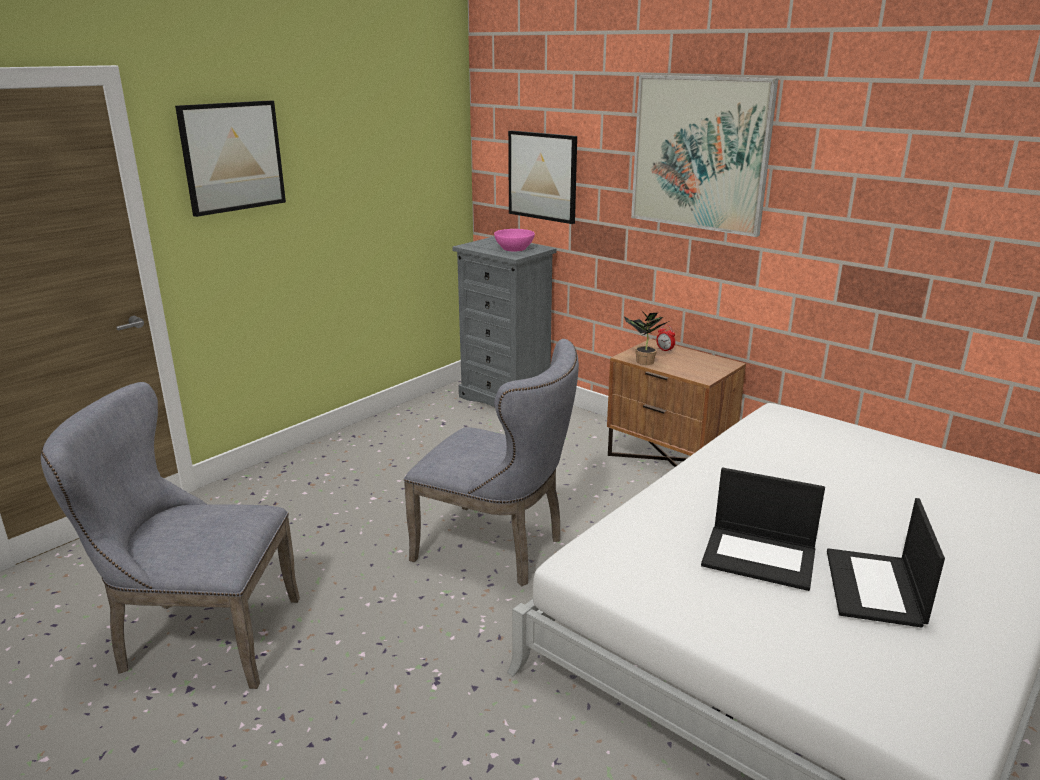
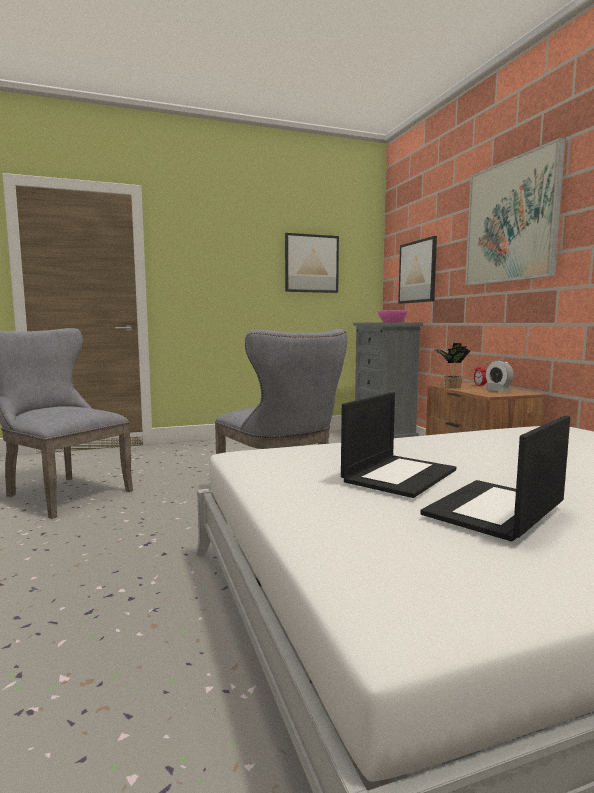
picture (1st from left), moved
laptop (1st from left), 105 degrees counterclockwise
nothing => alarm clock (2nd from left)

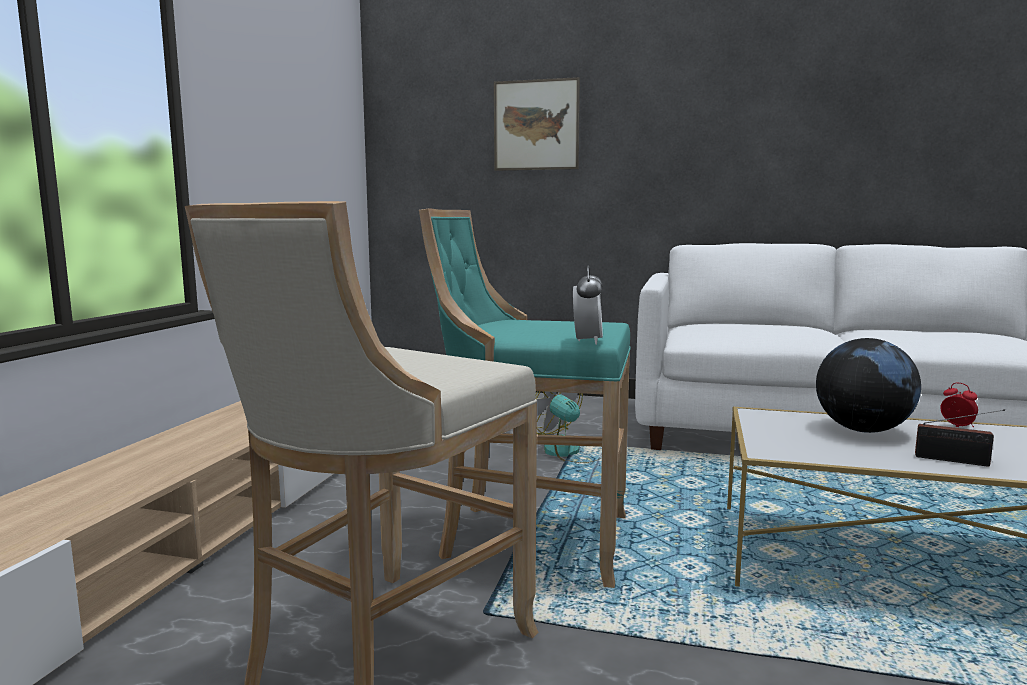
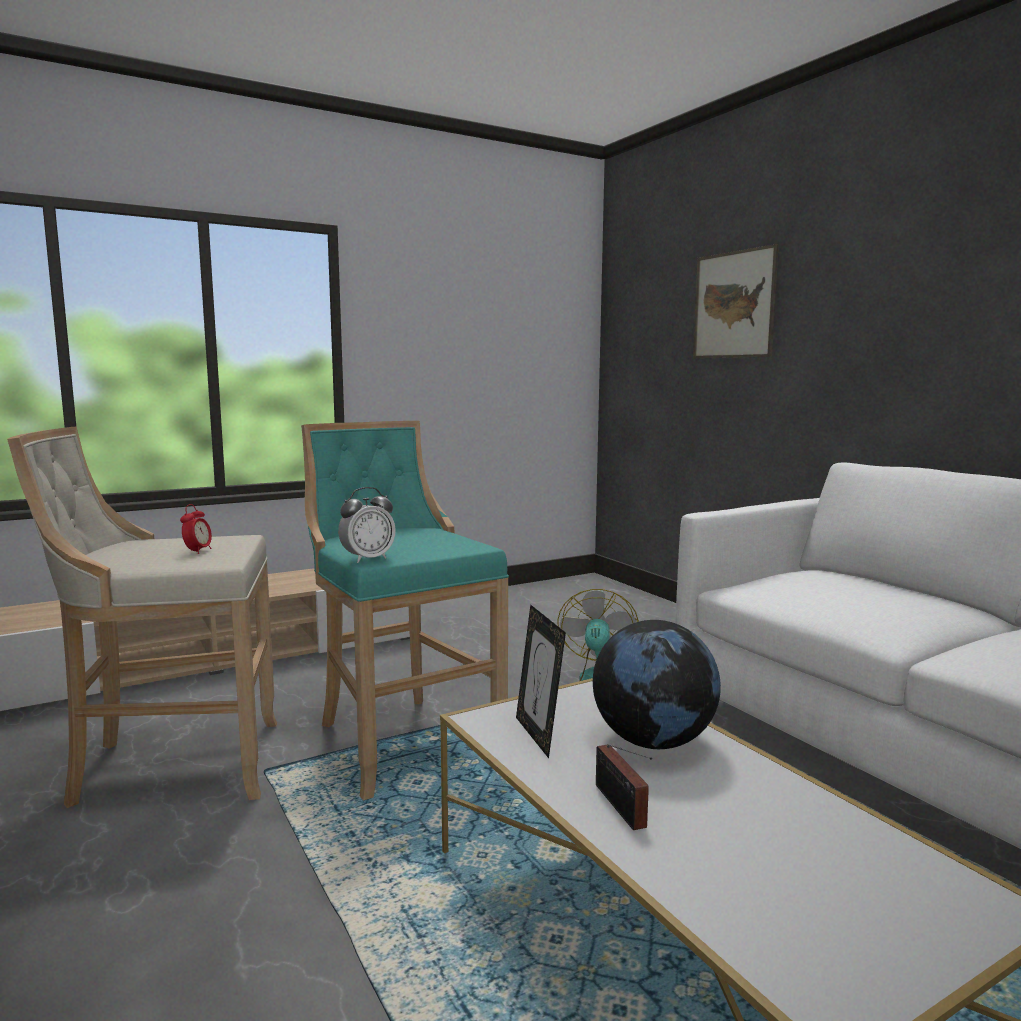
alarm clock (2nd from left in the first image) => alarm clock (1st from left), moved
nothing => picture frame

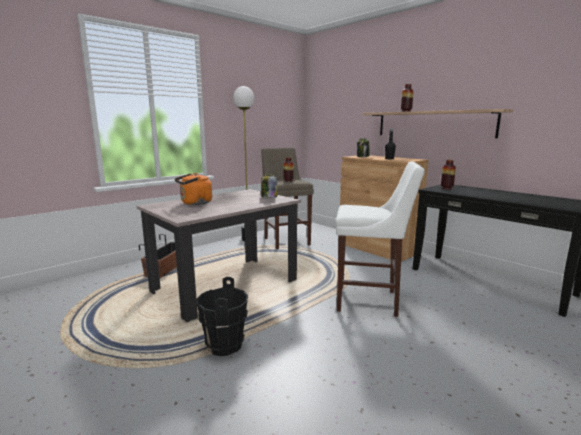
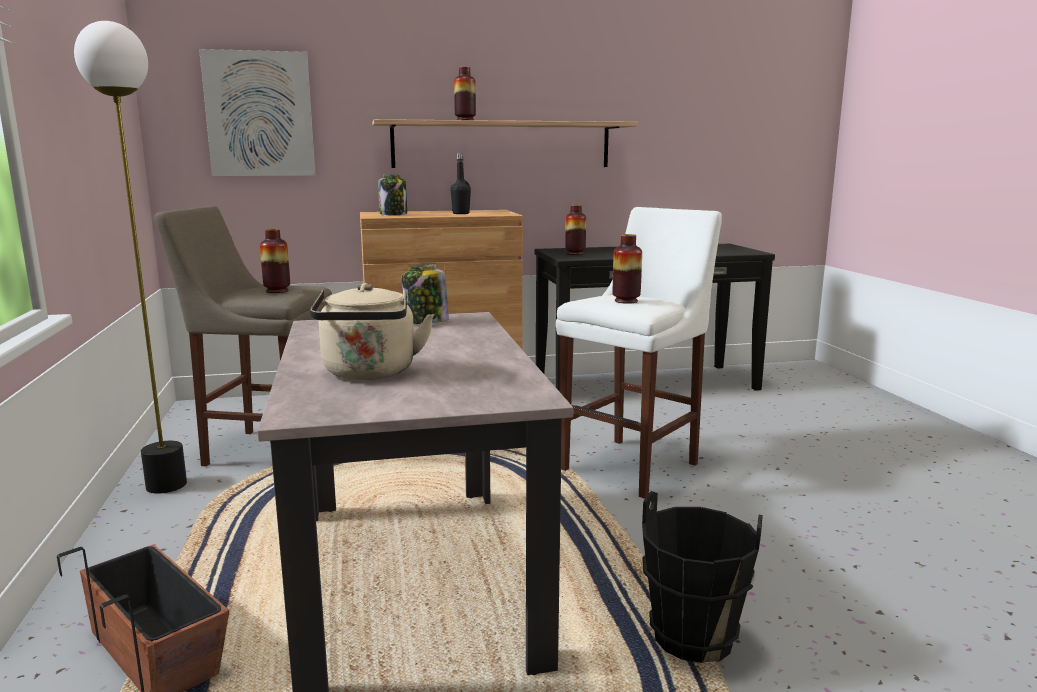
kettle/orange => kettle/beige
nothing => picture
nothing => vase (4th from left)

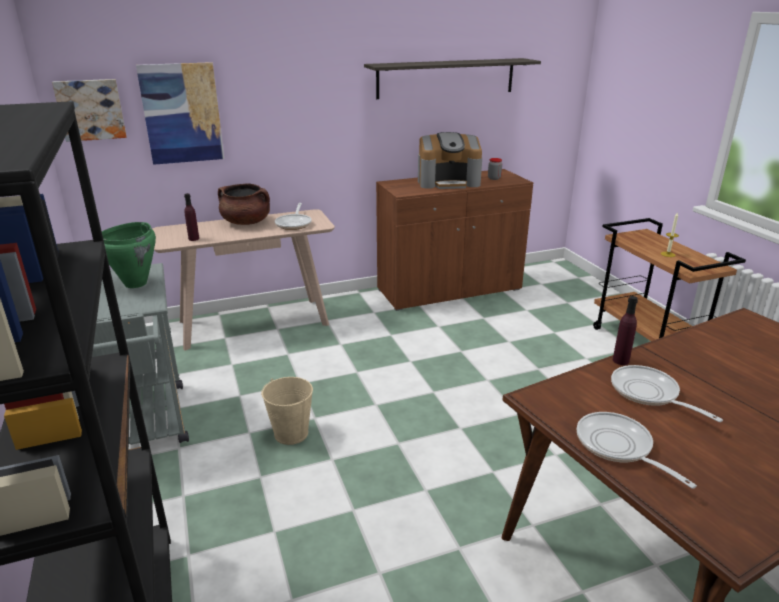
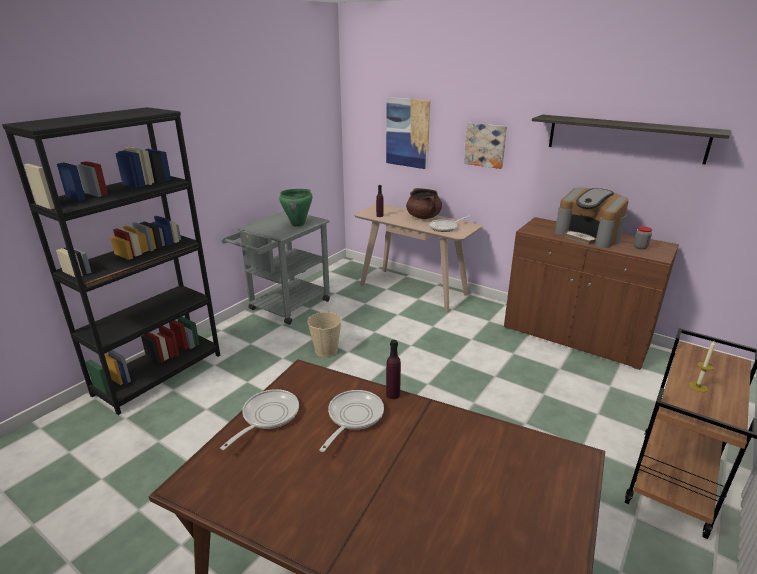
picture (1st from left in the first image) => picture (2nd from left), moved

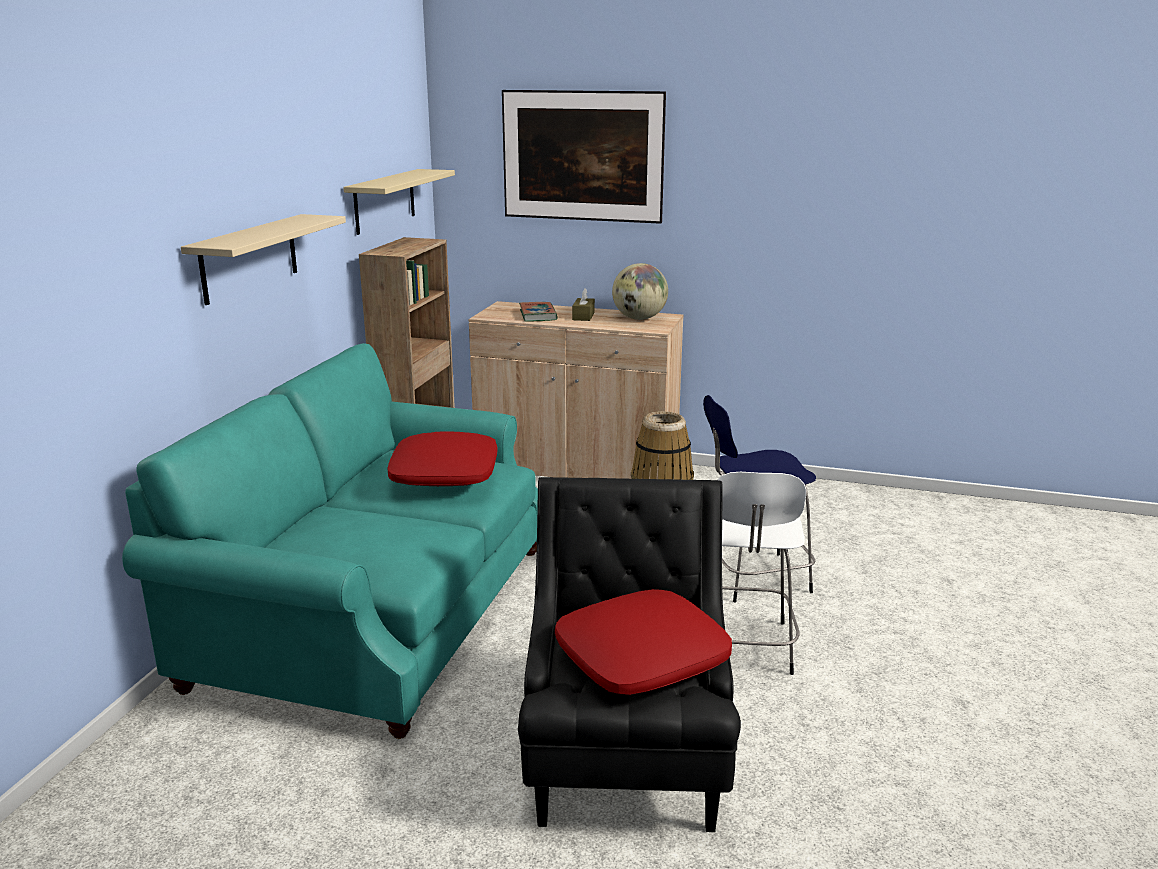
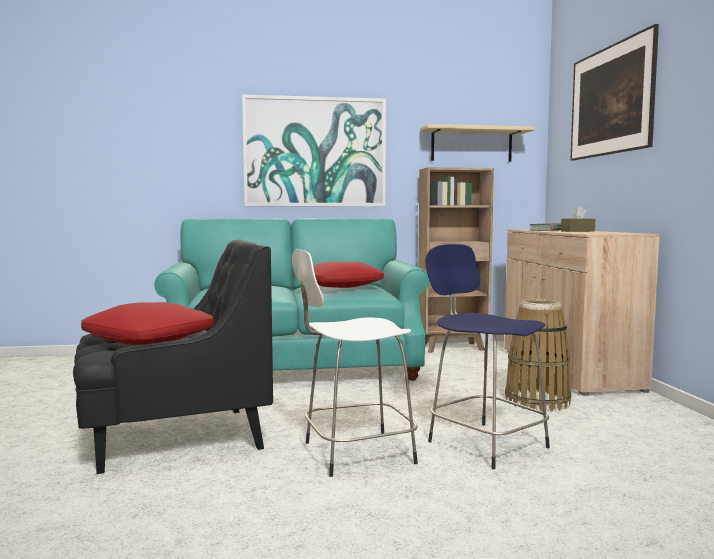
shelf/beige (1st from left) => picture (1st from left)
globe => nothing

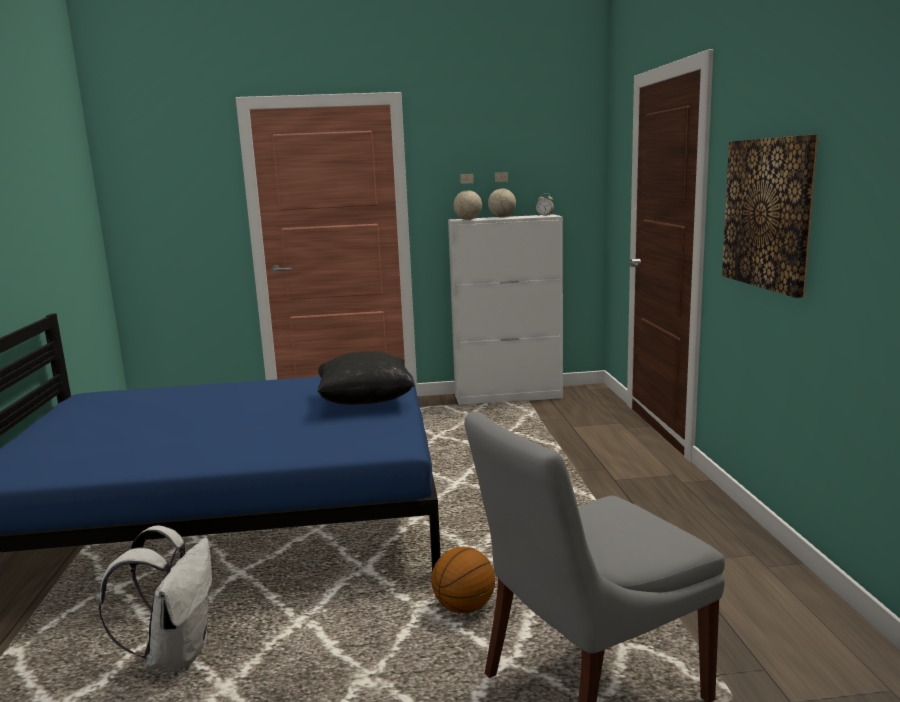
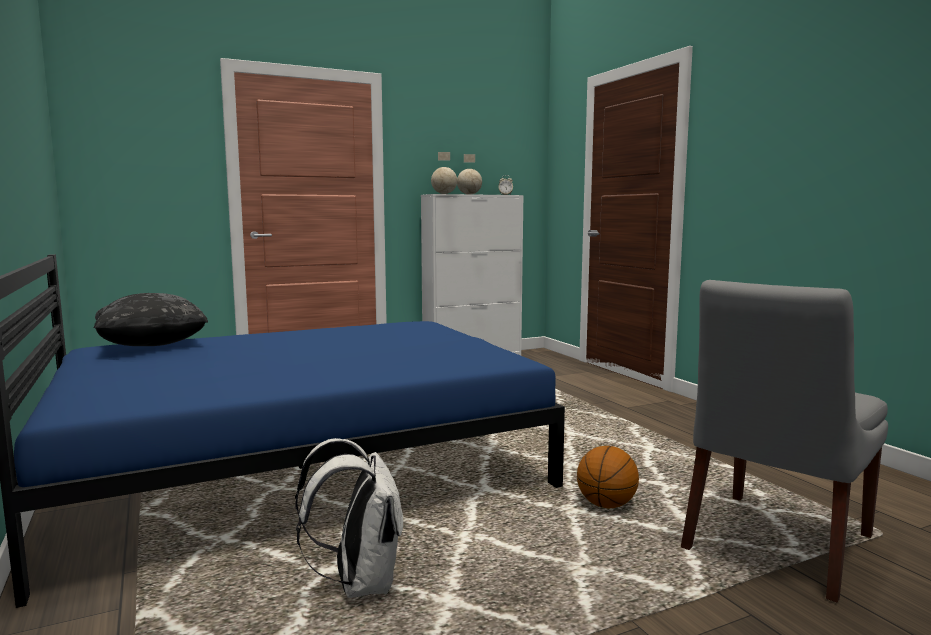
picture => nothing
pillow/black, moved

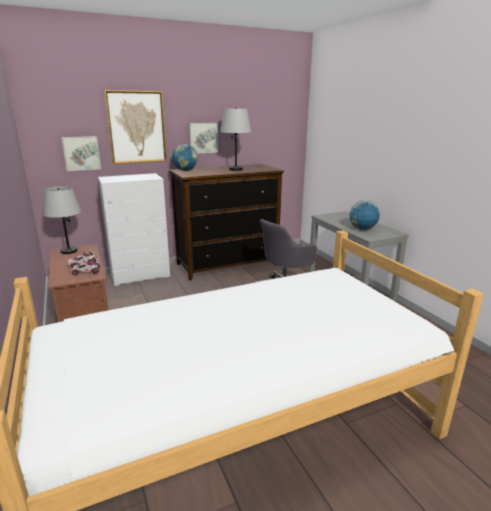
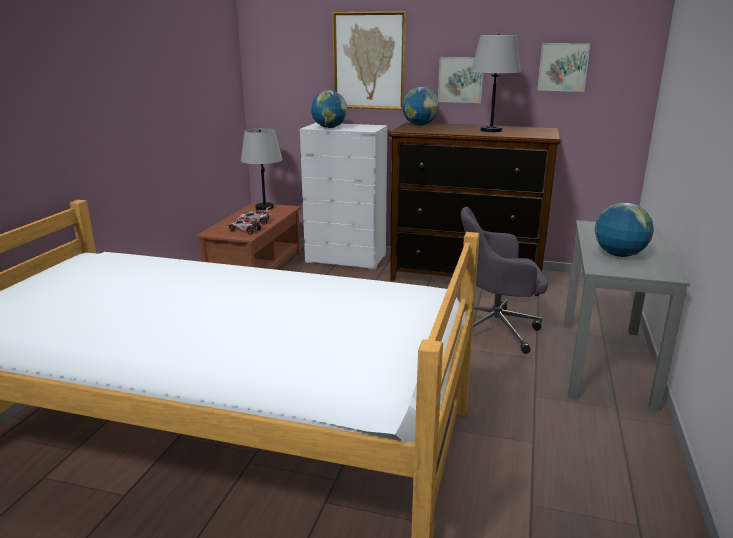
picture (1st from left in the first image) => picture (3rd from left), moved
nothing => globe (1st from left)

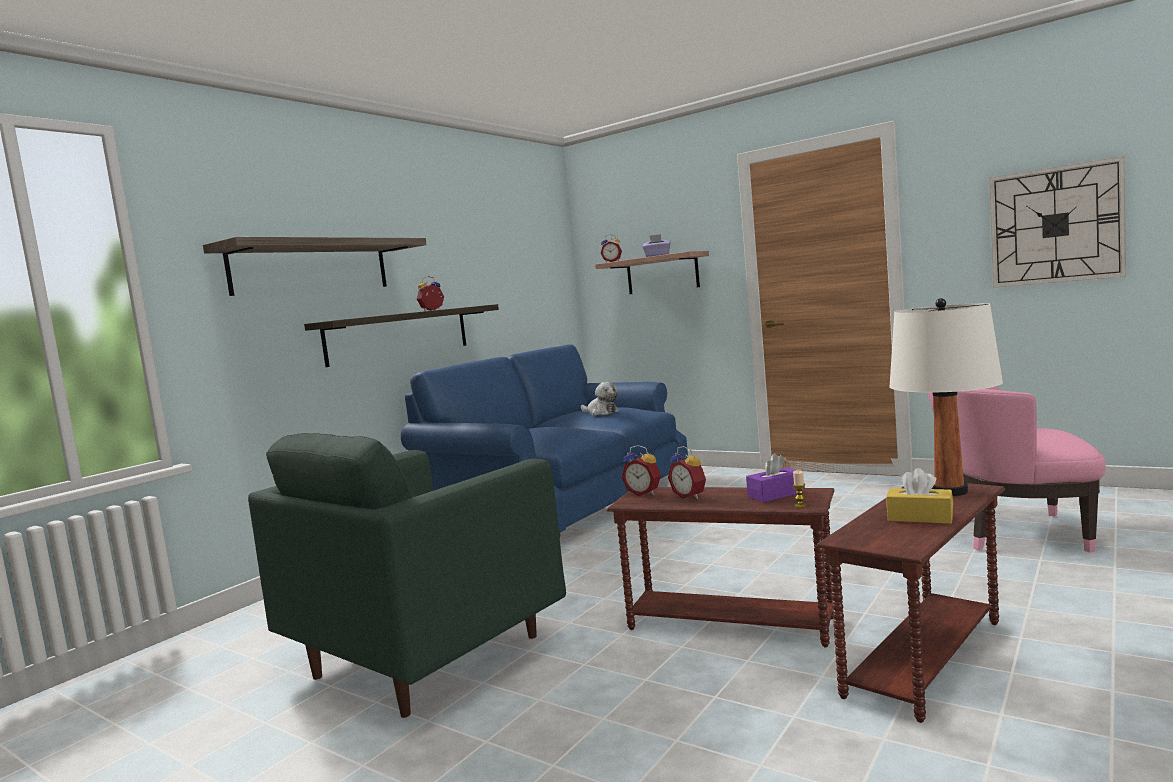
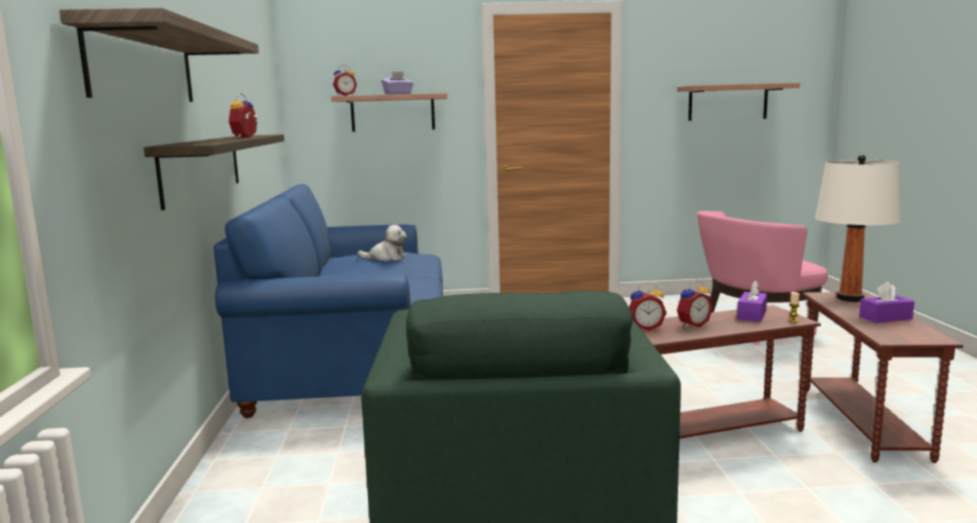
wall clock => shelf (4th from left)
alarm clock (4th from left), 45 degrees counterclockwise
tissue box/yellow => tissue box/purple (3rd from left)

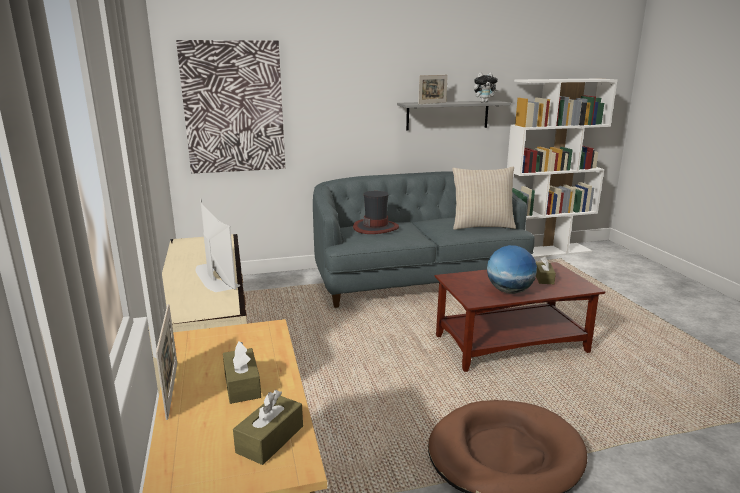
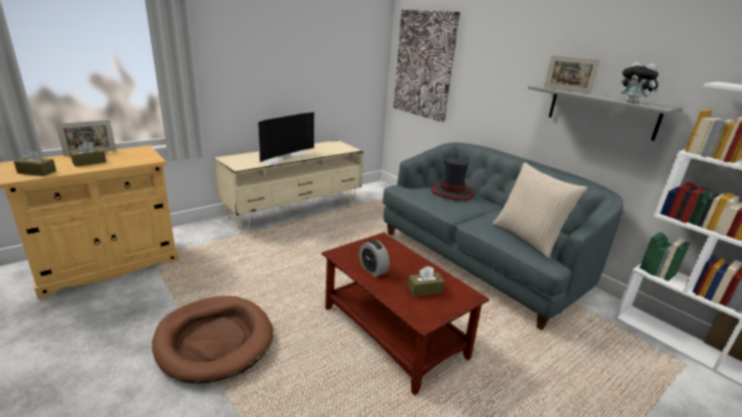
globe => alarm clock

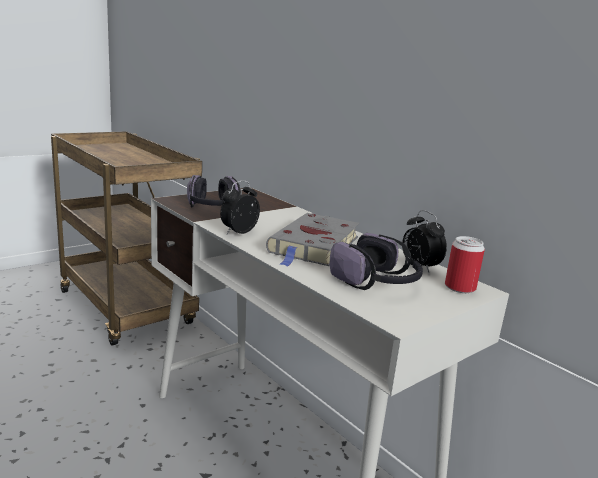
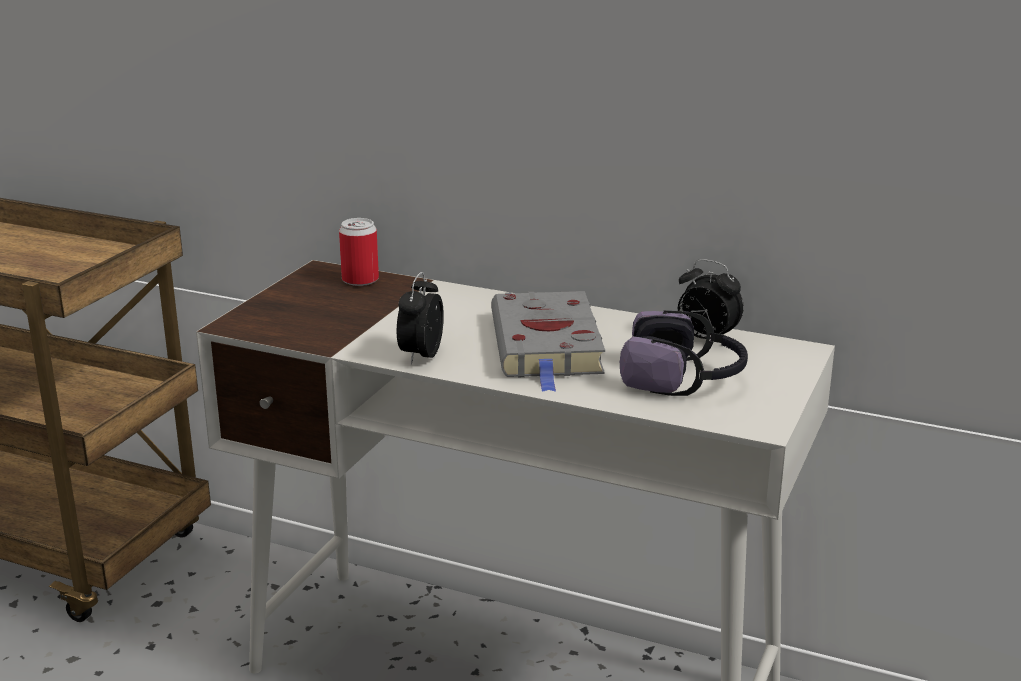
headphones (1st from left) => nothing
can, moved

